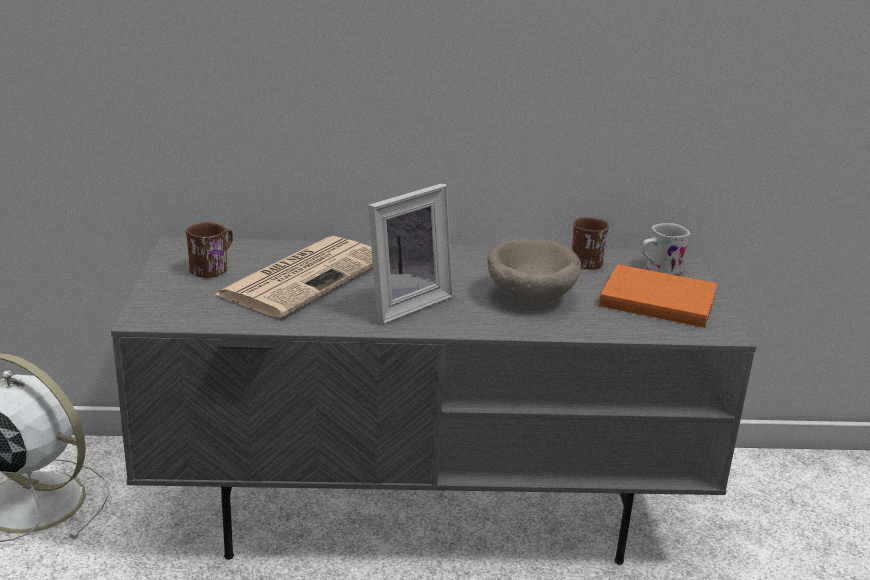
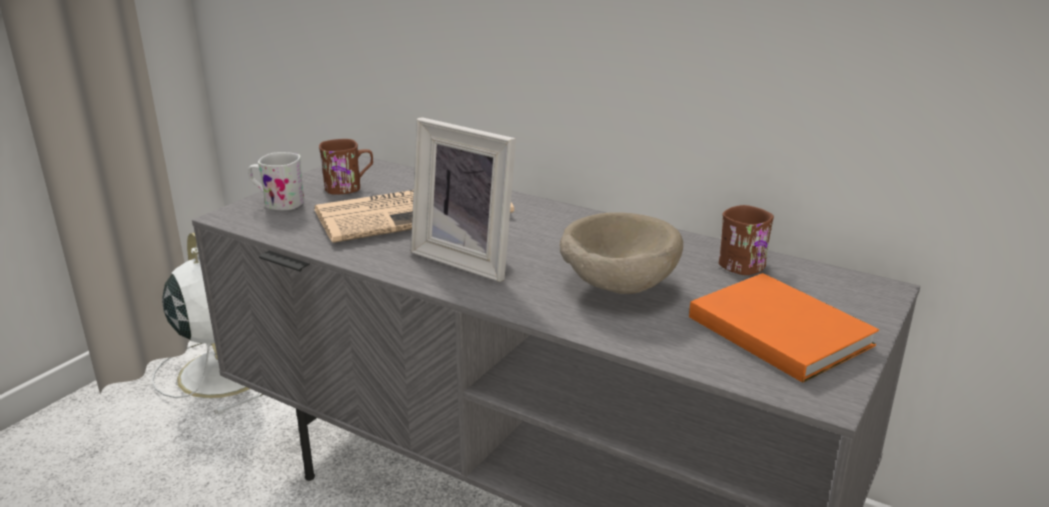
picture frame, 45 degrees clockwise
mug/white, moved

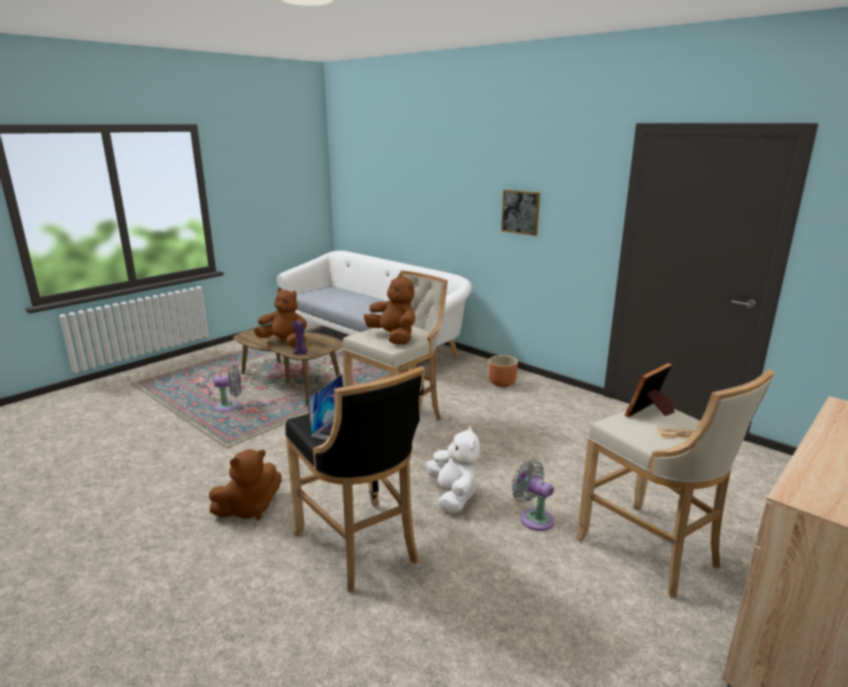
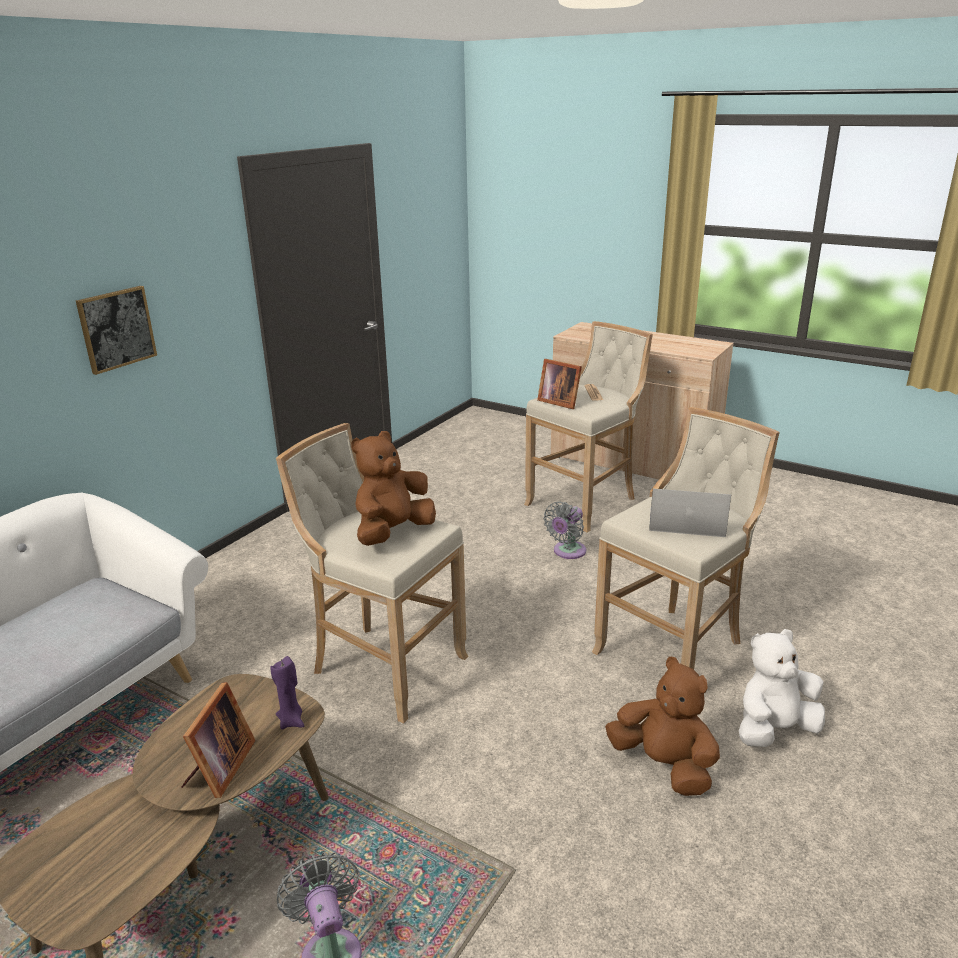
plush toy/brown (2nd from left) => picture frame (1st from left)
planter/brown => nothing
stool/black => stool/beige (3rd from left)
plush toy/white, moved

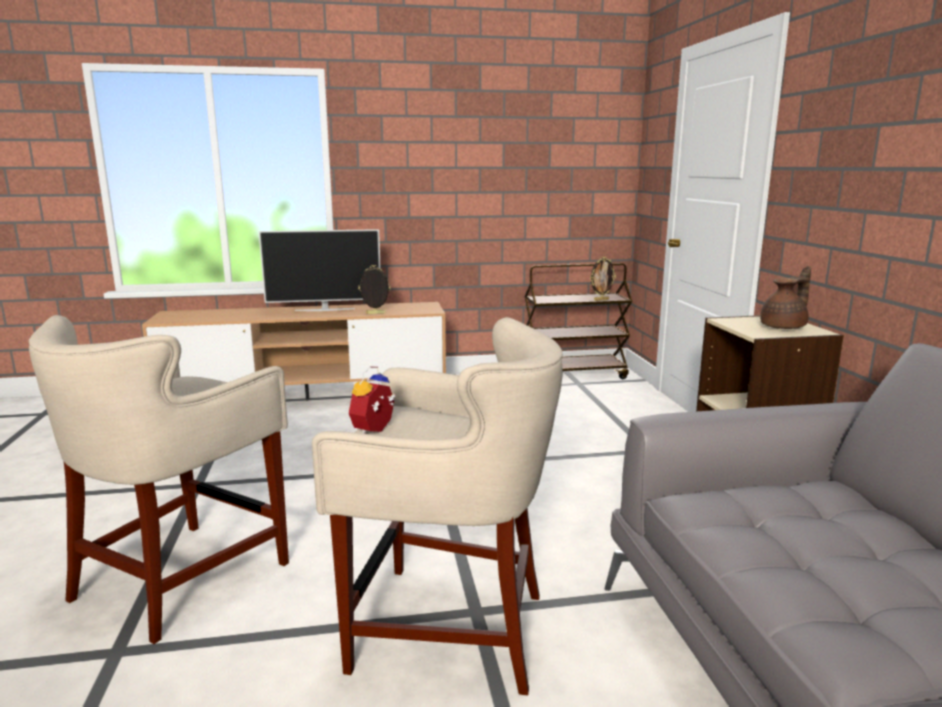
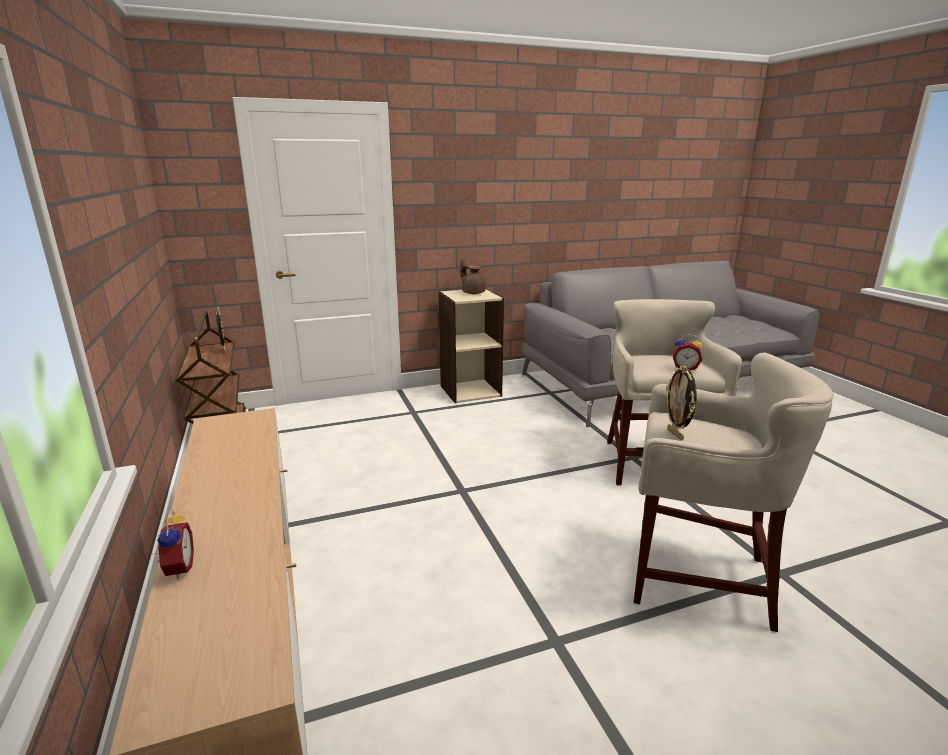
television => nothing
picture frame (1st from left in the first image) => picture frame (2nd from left), moved
nothing => alarm clock (1st from left)

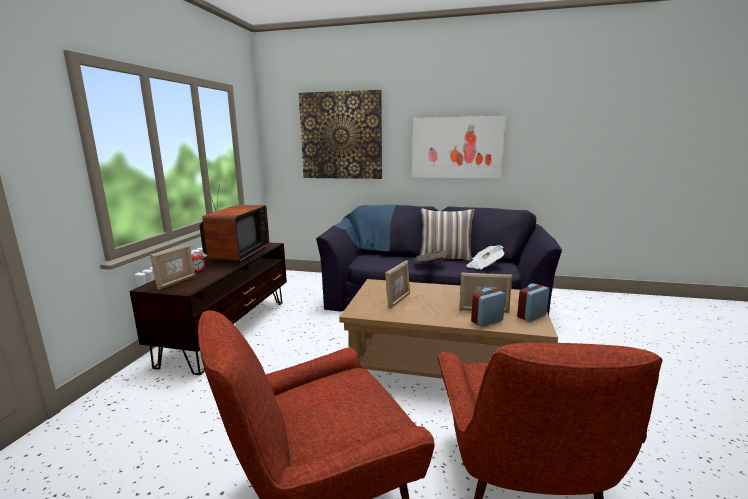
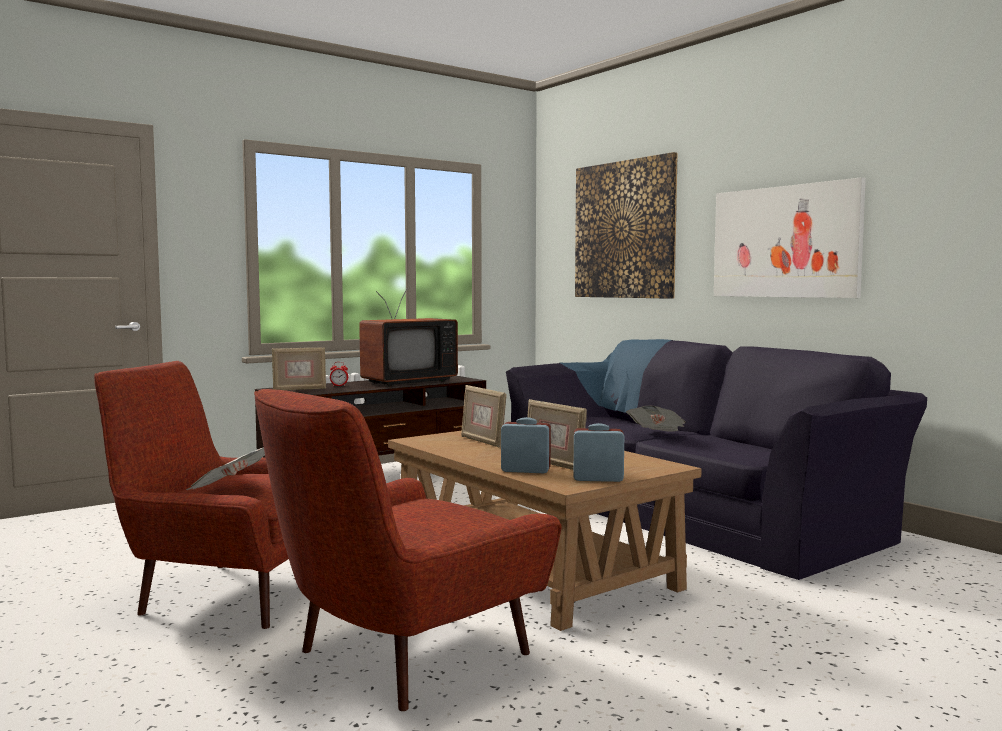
pillow => nothing
newspaper (2nd from left in the first image) => newspaper (1st from left), moved
picture frame (2nd from left), 75 degrees clockwise

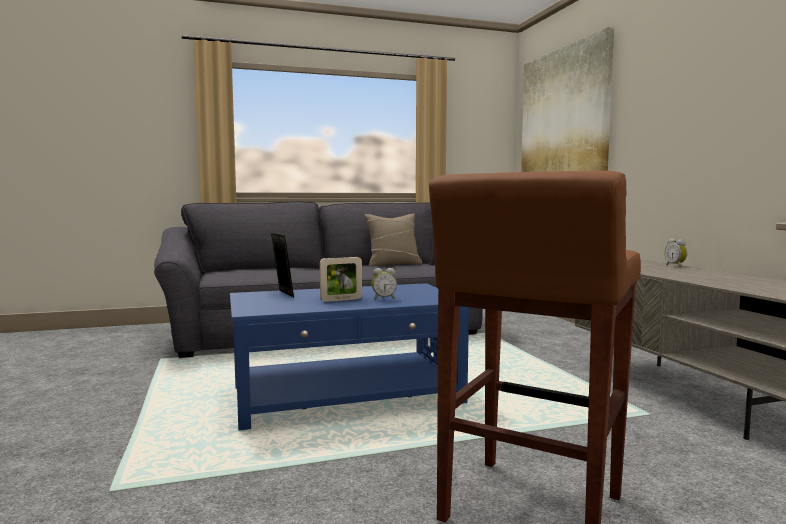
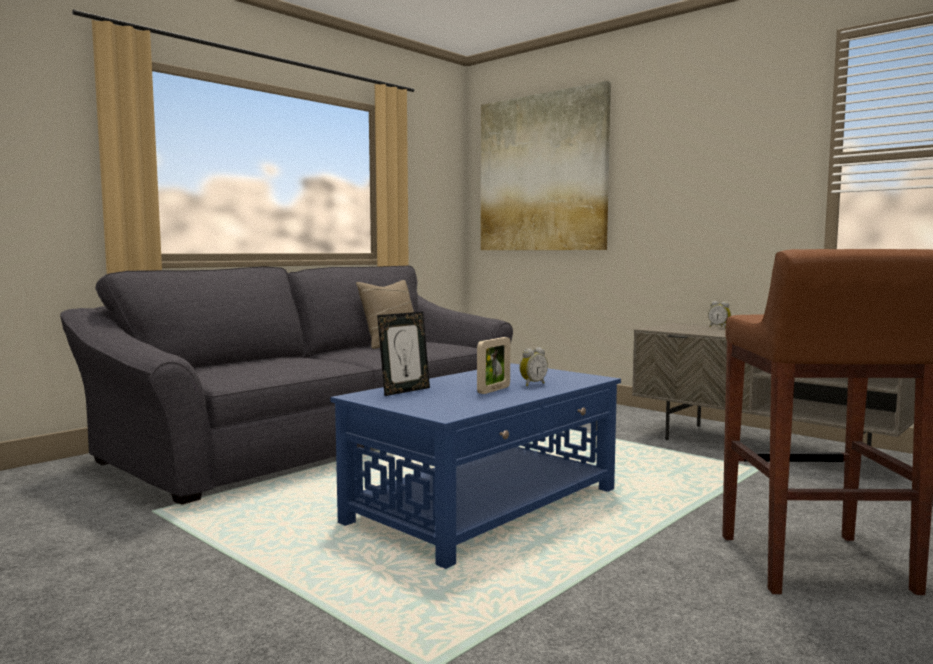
picture frame (1st from left), 105 degrees clockwise

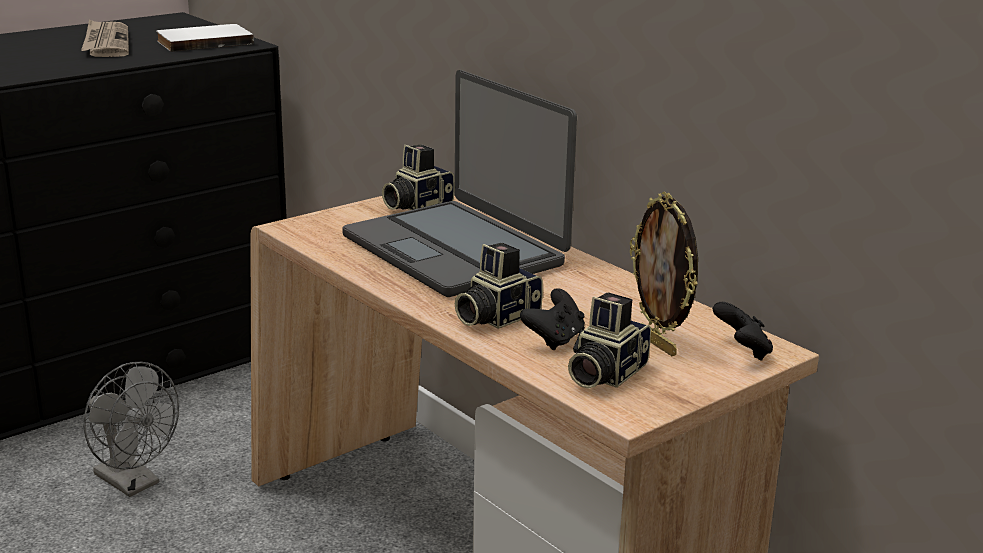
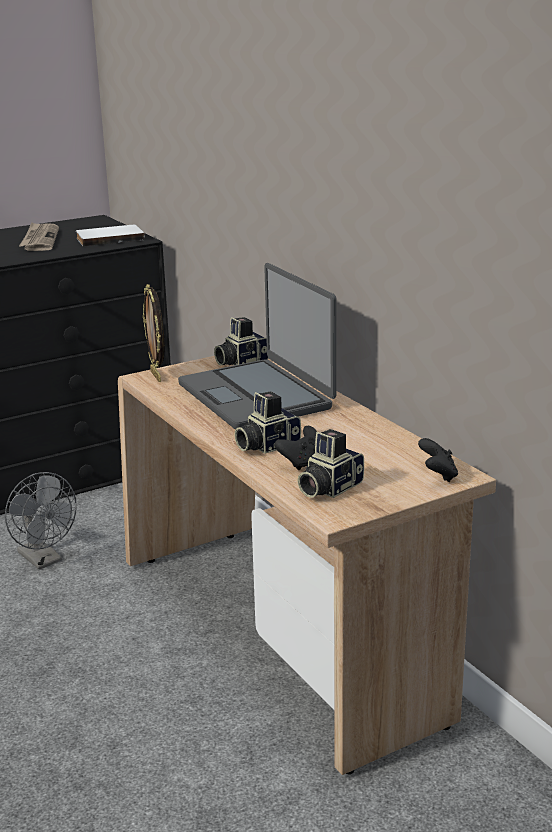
picture frame, moved

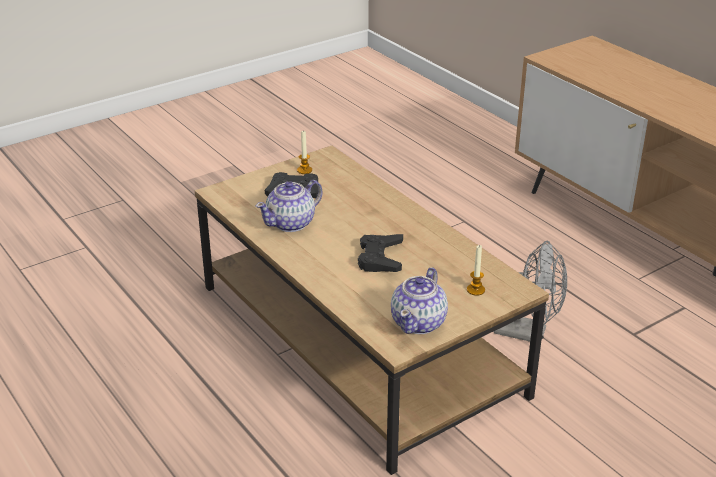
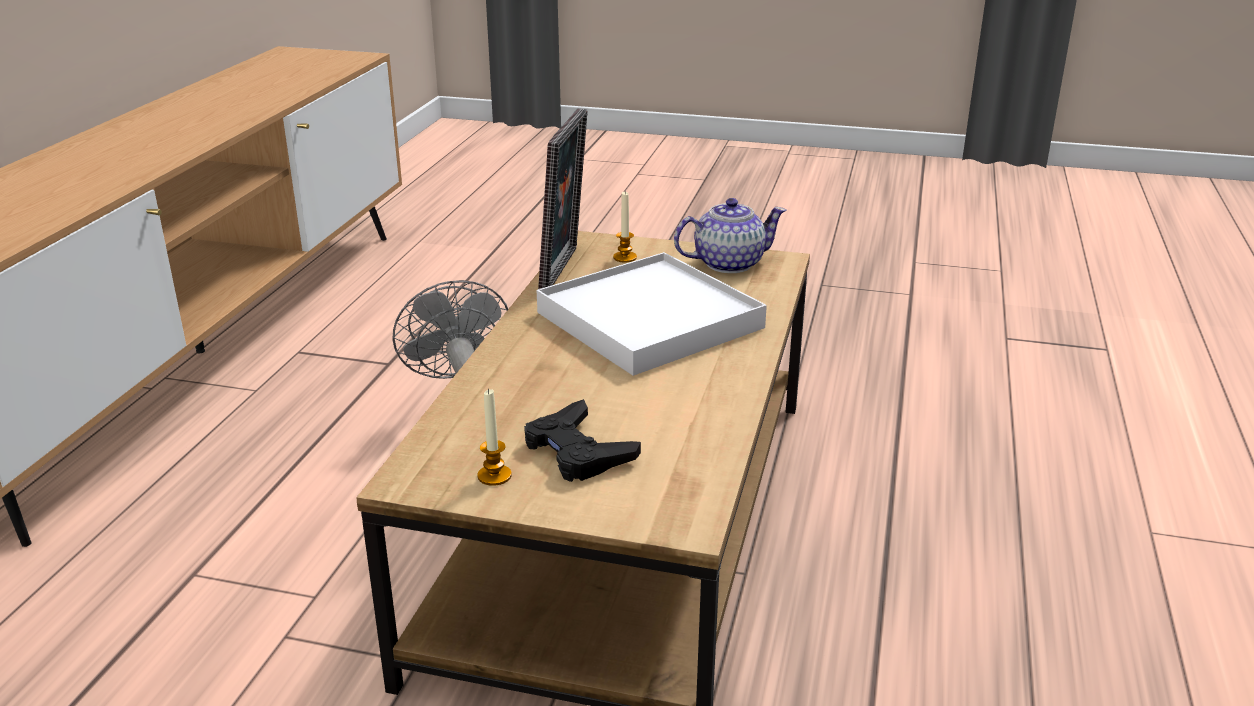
teapot (1st from left) => nothing
game controller/black (2nd from left) => tray/white
nothing => picture frame

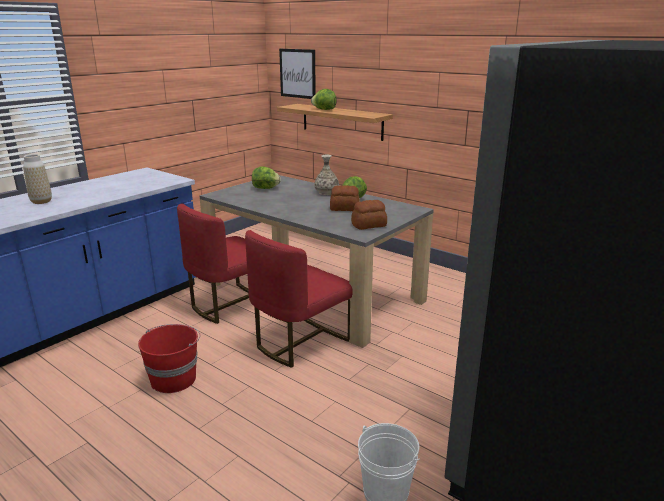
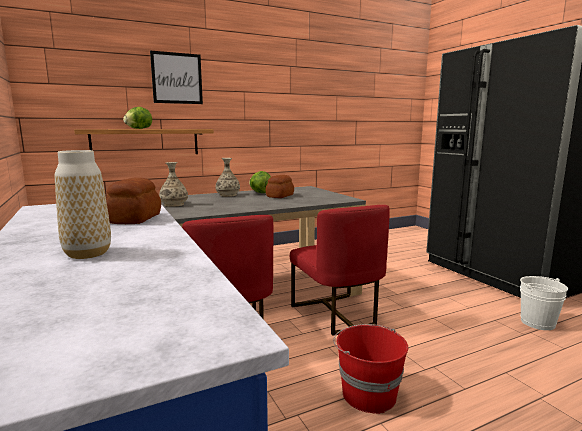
picture, moved
lettuce (1st from left) => vase (2nd from left)
bread (2nd from left in the first image) => bread (1st from left), moved

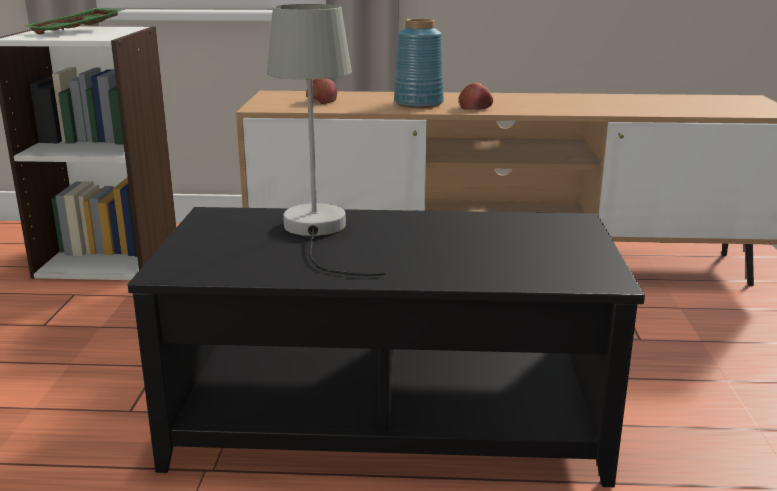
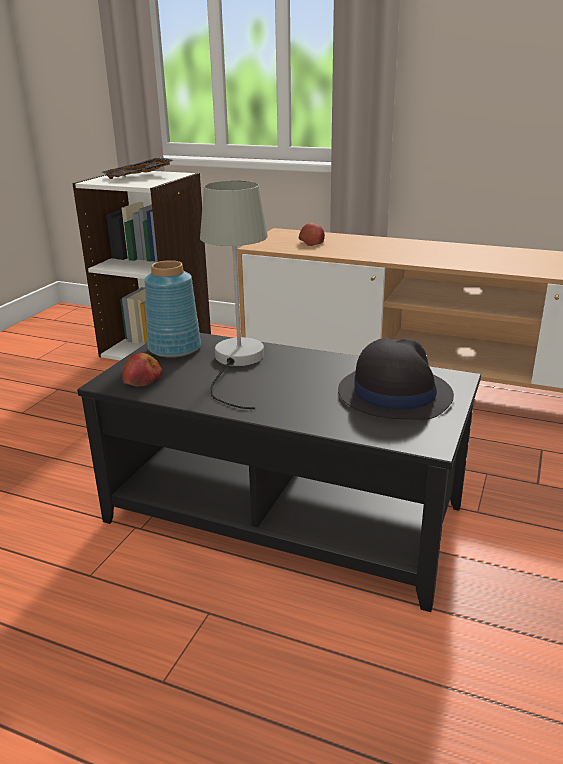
tray/green => tray/black
vase/blue, moved
apple (2nd from left in the first image) => apple (1st from left), moved
nothing => hat/black

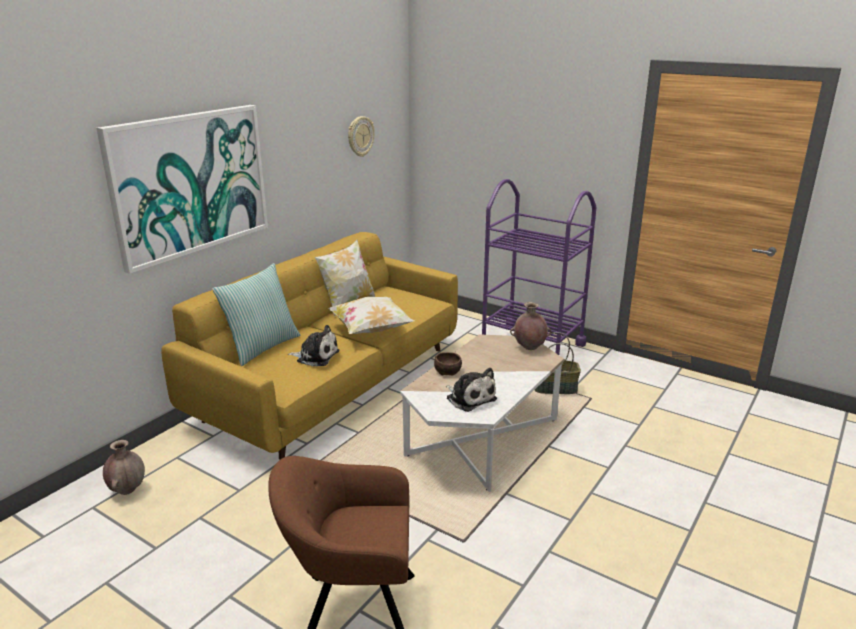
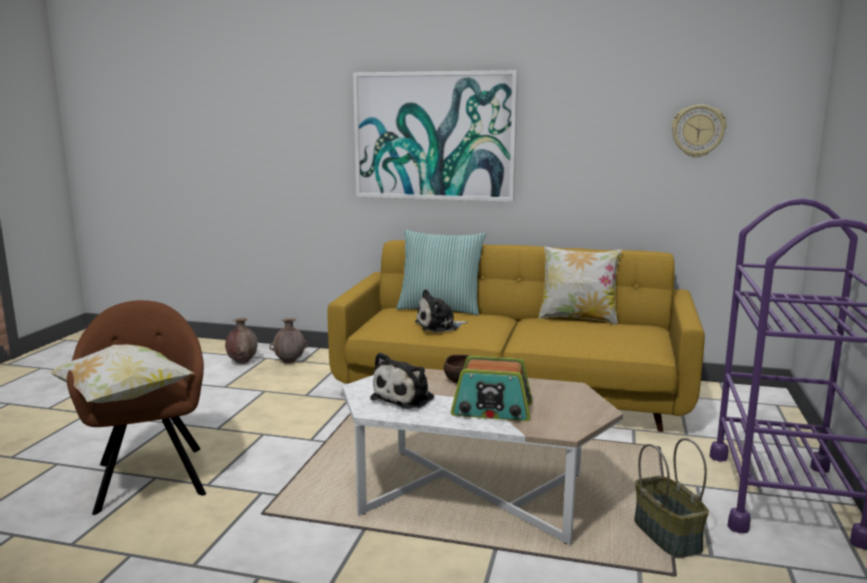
pillow (3rd from left in the first image) => pillow (1st from left), moved
vase/brown (2nd from left in the first image) => vase/brown (1st from left), moved
plush toy (1st from left in the first image) => plush toy (2nd from left), 75 degrees clockwise
nothing => radio

